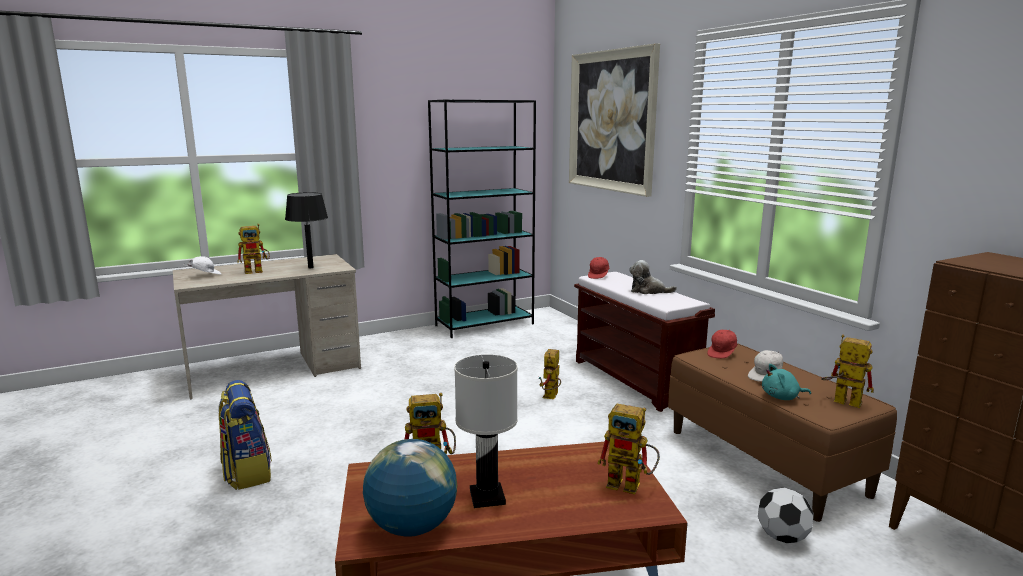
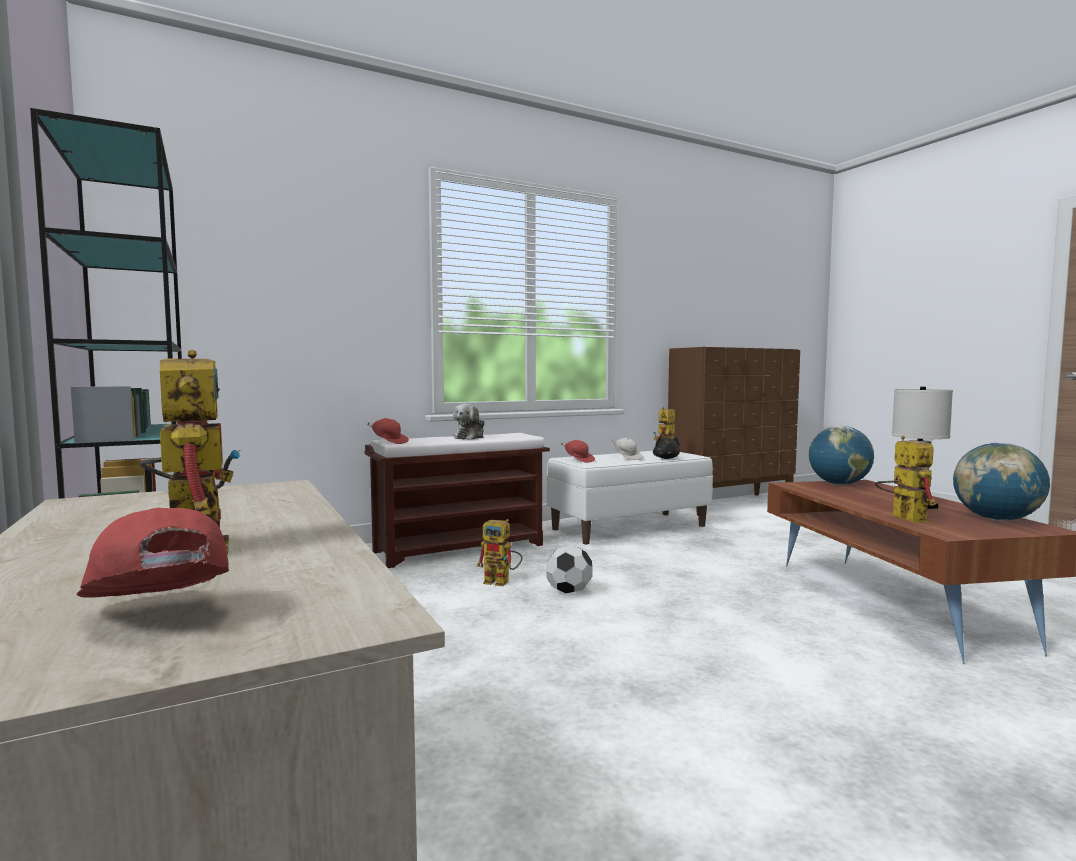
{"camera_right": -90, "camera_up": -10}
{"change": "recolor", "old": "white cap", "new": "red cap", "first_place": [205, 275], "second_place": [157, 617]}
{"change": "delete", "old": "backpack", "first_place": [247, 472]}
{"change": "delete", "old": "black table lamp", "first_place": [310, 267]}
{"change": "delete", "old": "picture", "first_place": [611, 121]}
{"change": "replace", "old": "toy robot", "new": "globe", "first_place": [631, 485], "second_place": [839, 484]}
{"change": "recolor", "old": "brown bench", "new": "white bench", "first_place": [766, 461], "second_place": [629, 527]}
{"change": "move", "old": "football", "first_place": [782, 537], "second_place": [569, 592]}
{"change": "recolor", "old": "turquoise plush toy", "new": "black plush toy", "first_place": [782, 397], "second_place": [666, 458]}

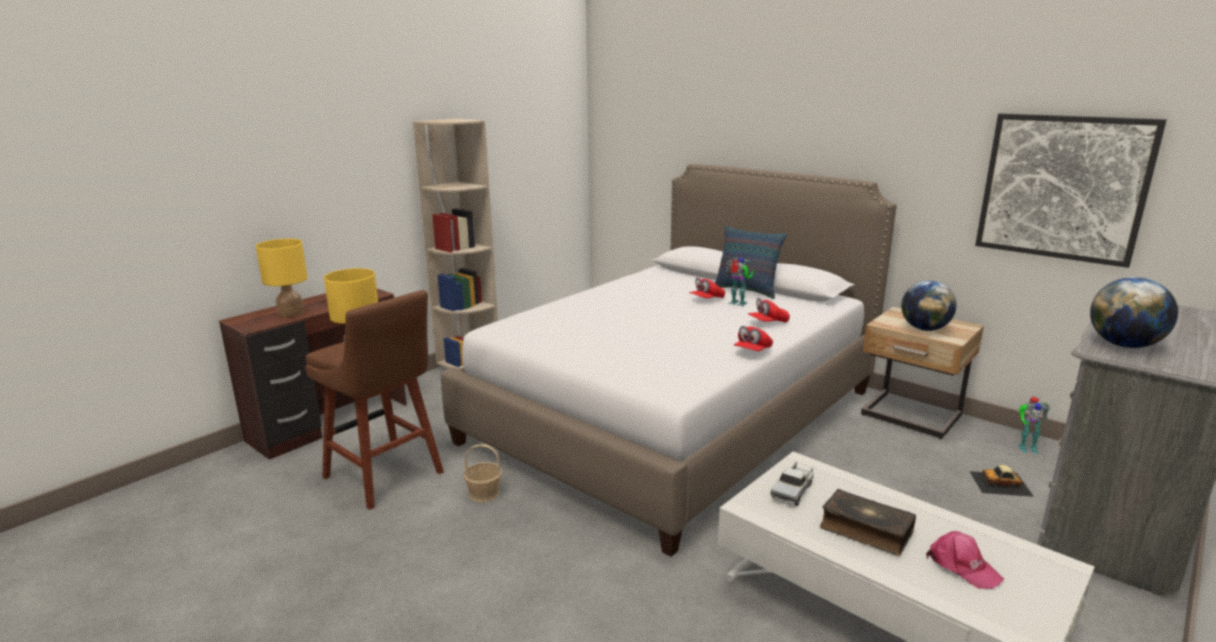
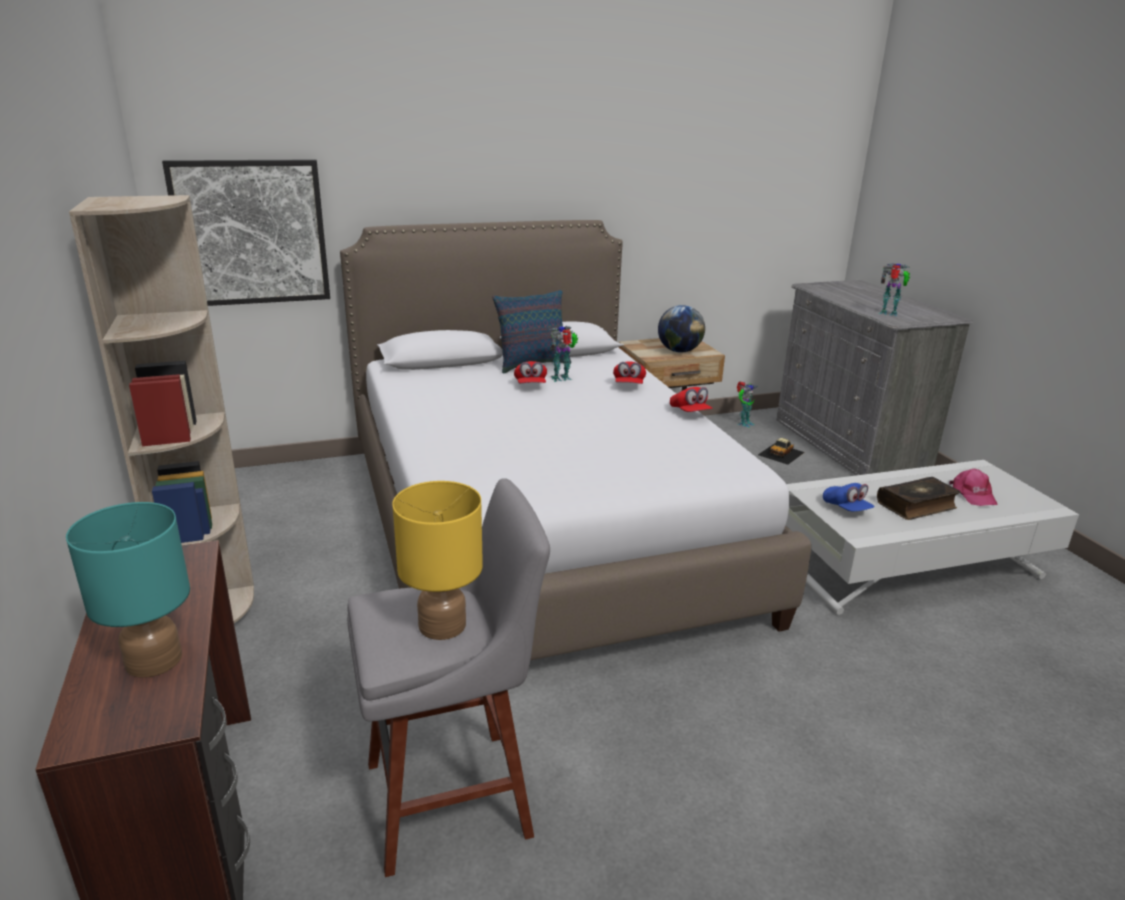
{"camera_right": -60, "camera_up": 5}
{"change": "recolor", "old": "yellow table lamp", "new": "turquoise table lamp", "first_place": [291, 313], "second_place": [155, 660]}
{"change": "recolor", "old": "brown stool", "new": "grey stool", "first_place": [384, 476], "second_place": [453, 798]}
{"change": "delete", "old": "basket", "first_place": [484, 493]}
{"change": "replace", "old": "toy truck", "new": "blue cap", "first_place": [793, 490], "second_place": [846, 509]}
{"change": "rotate", "old": "pink cap", "first_place": [962, 566], "second_place": [973, 494], "degrees": 90}
{"change": "move", "old": "picture", "first_place": [1063, 187], "second_place": [251, 233]}
{"change": "replace", "old": "globe", "new": "toy robot", "first_place": [1124, 345], "second_place": [889, 314]}

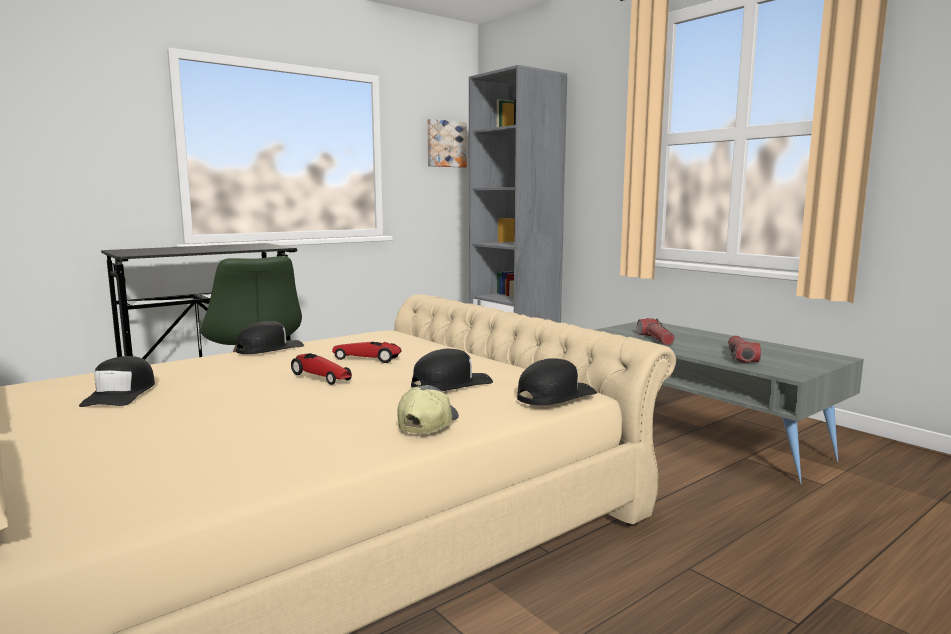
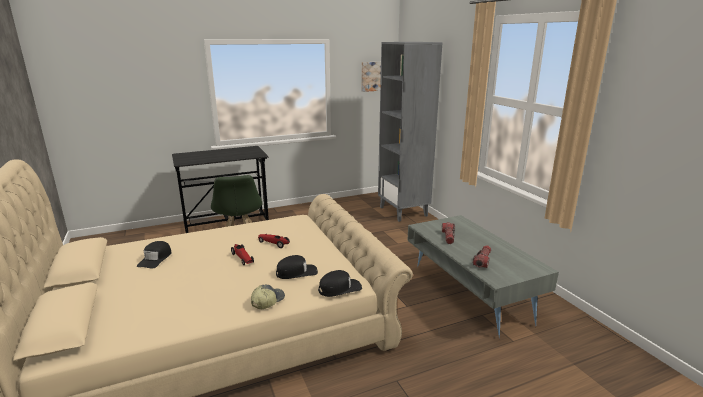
{"camera_right": 15, "camera_up": 10}
{"change": "delete", "old": "black cap", "first_place": [269, 348]}

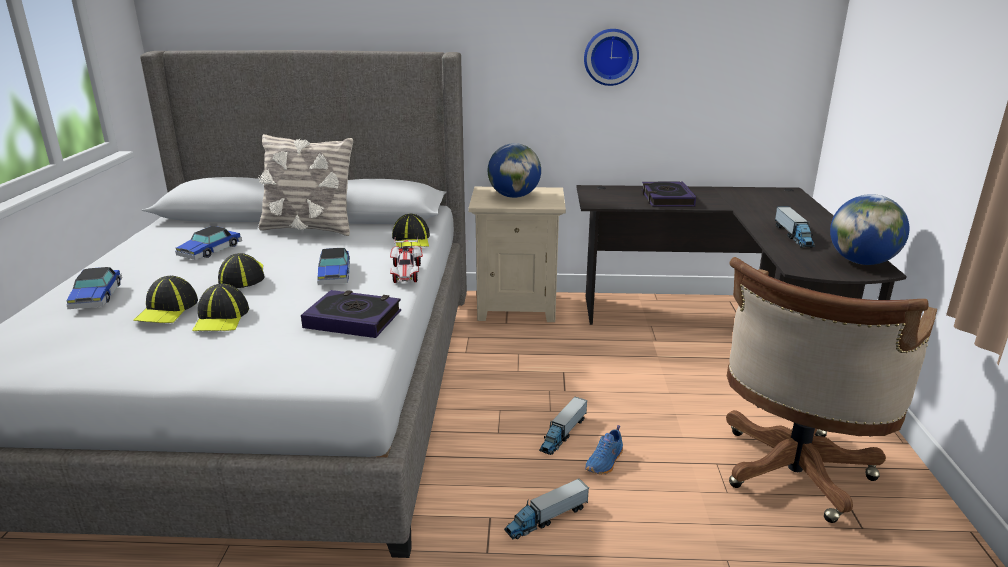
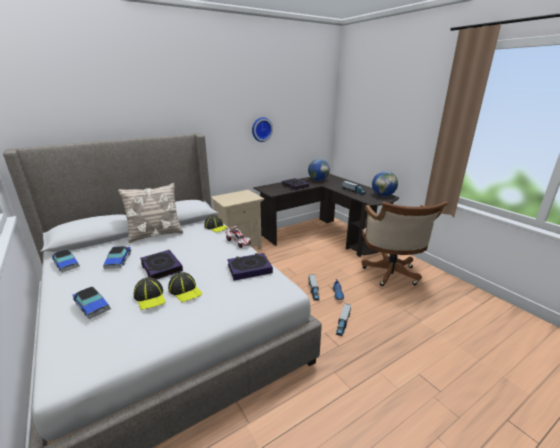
{"camera_right": -35, "camera_up": 0}
{"change": "replace", "old": "cap", "new": "book", "first_place": [242, 276], "second_place": [161, 267]}
{"change": "move", "old": "toy car", "first_place": [334, 274], "second_place": [66, 264]}
{"change": "move", "old": "globe", "first_place": [514, 196], "second_place": [318, 180]}

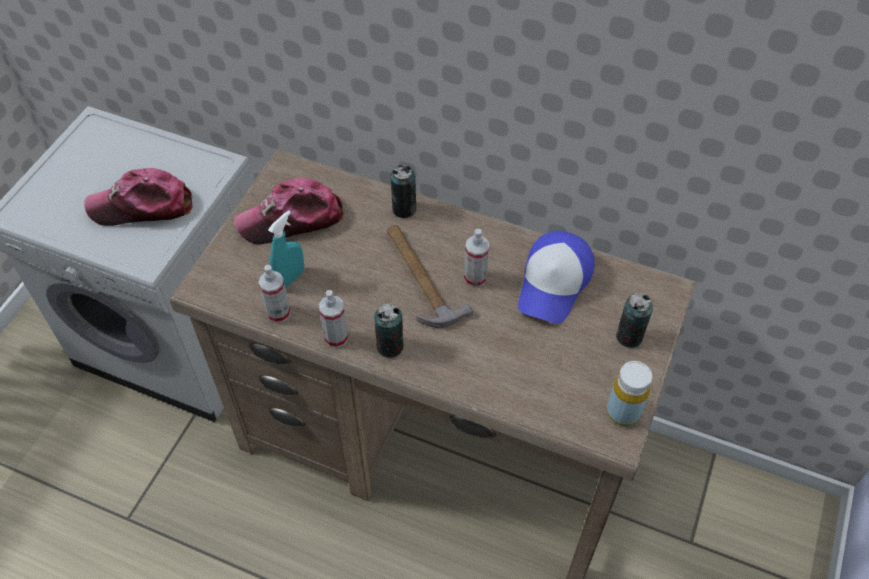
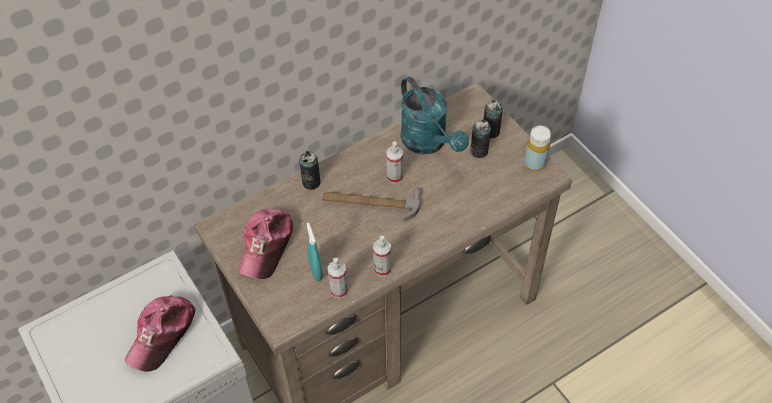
{"camera_right": -55, "camera_up": 0}
{"change": "move", "old": "can", "first_place": [390, 346], "second_place": [479, 151]}
{"change": "replace", "old": "cap", "new": "turquoise watering can", "first_place": [554, 283], "second_place": [429, 143]}

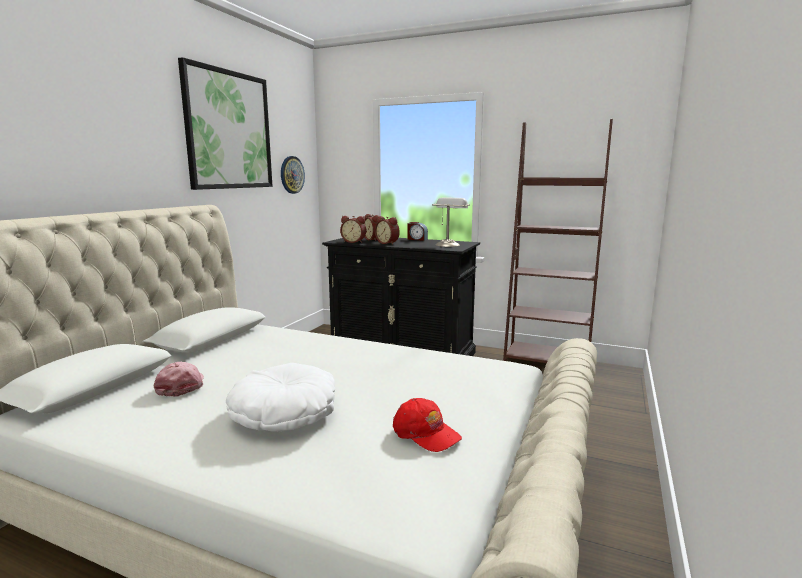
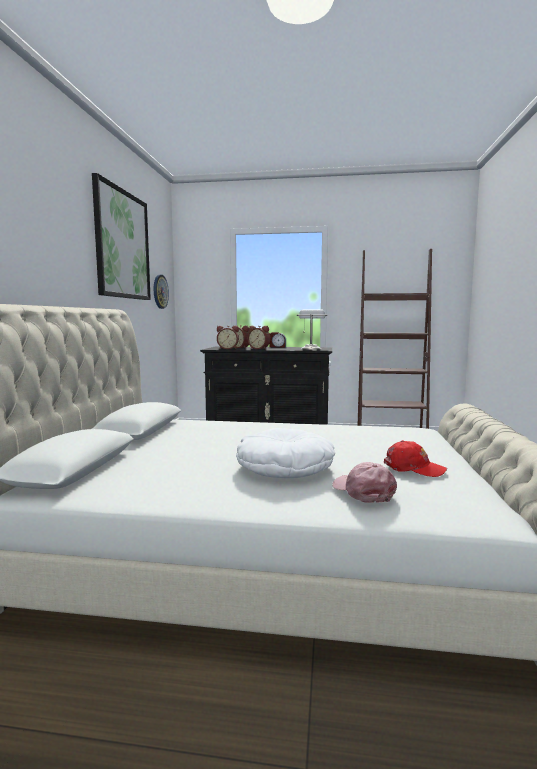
{"camera_right": -15, "camera_up": -5}
{"change": "move", "old": "pink cap", "first_place": [181, 385], "second_place": [363, 491]}

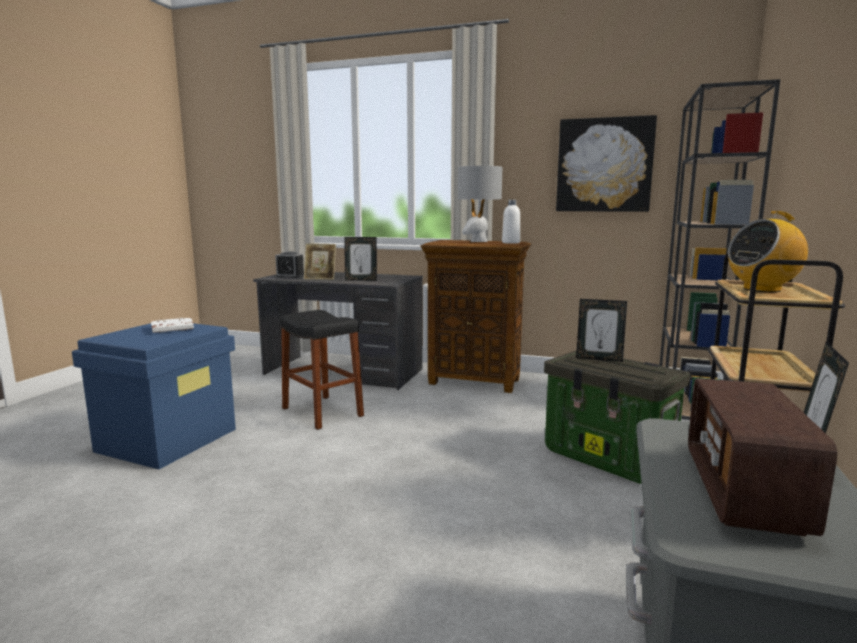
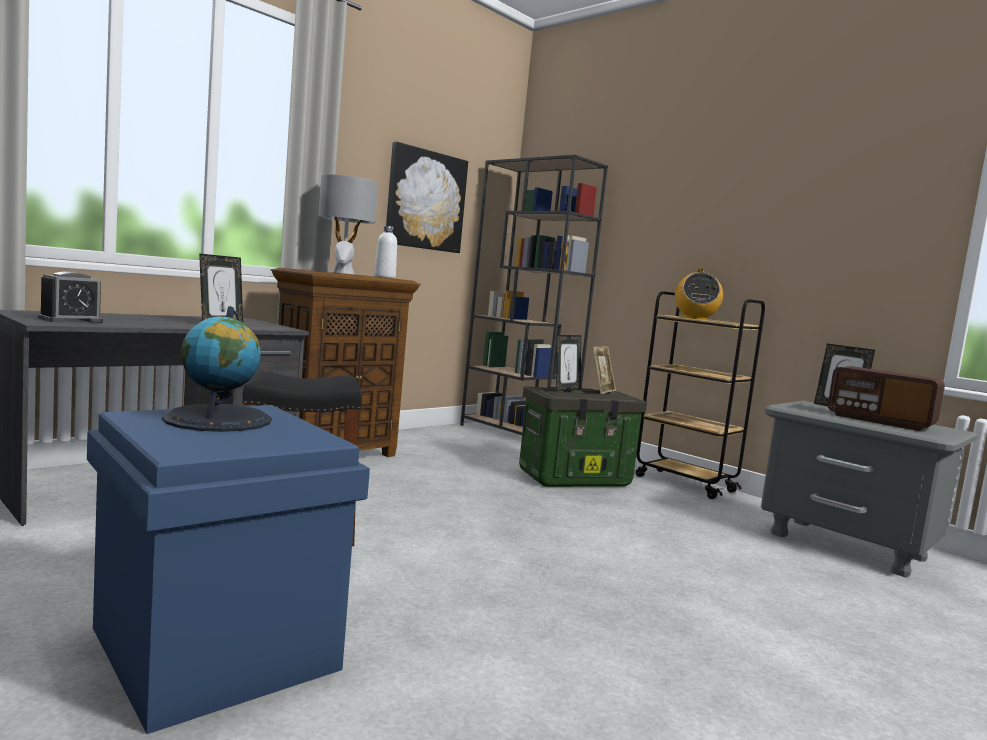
{"camera_right": -65, "camera_up": -5}
{"change": "replace", "old": "white book", "new": "globe", "first_place": [172, 329], "second_place": [218, 419]}
{"change": "move", "old": "picture frame", "first_place": [320, 278], "second_place": [601, 391]}

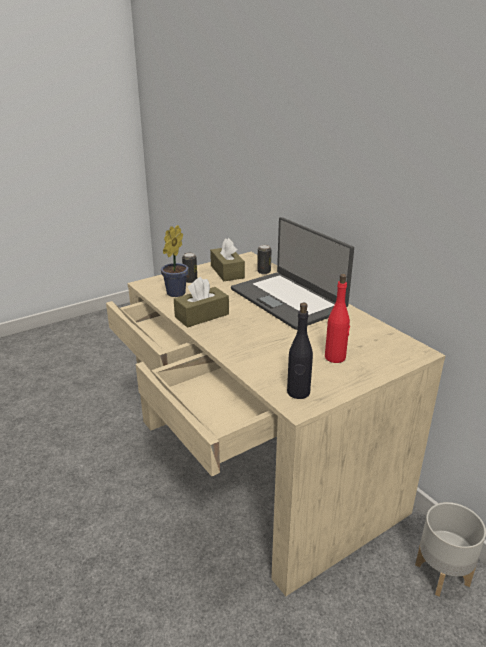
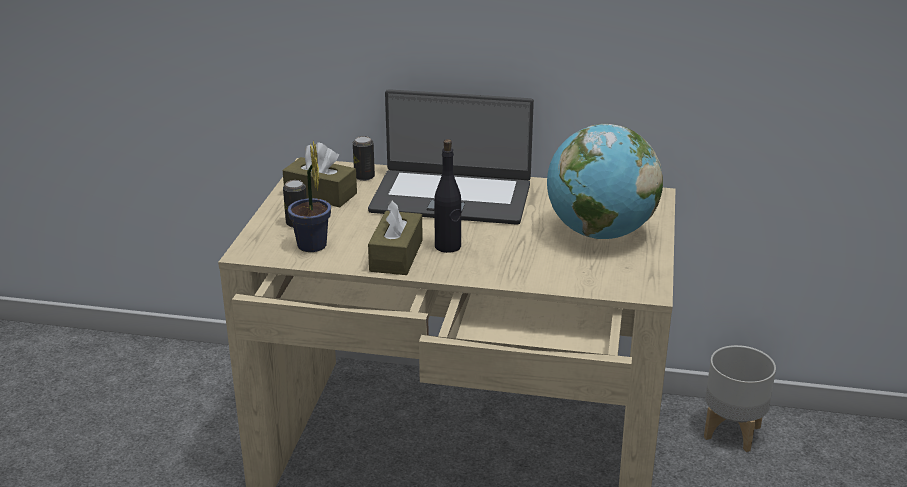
{"camera_right": -45, "camera_up": 0}
{"change": "move", "old": "black bottle", "first_place": [298, 392], "second_place": [448, 246]}
{"change": "replace", "old": "red bottle", "new": "globe", "first_place": [335, 357], "second_place": [599, 233]}

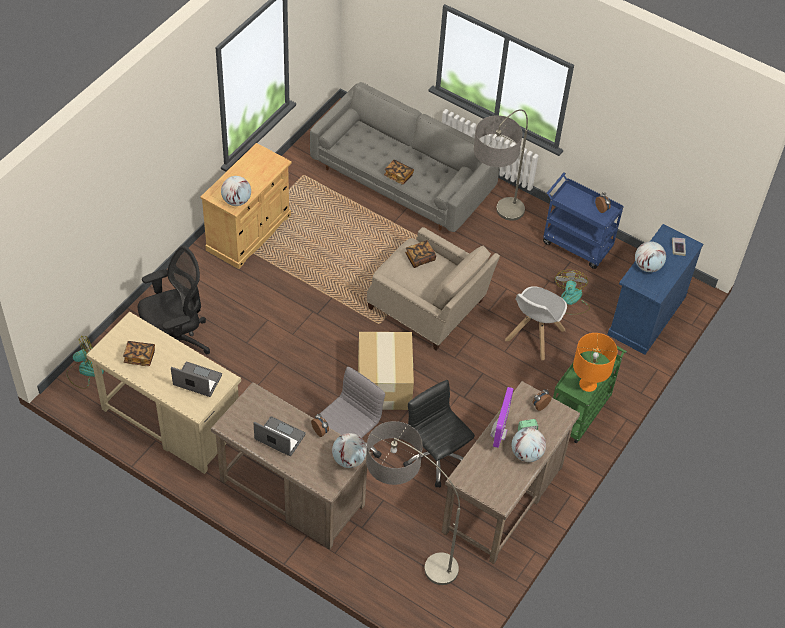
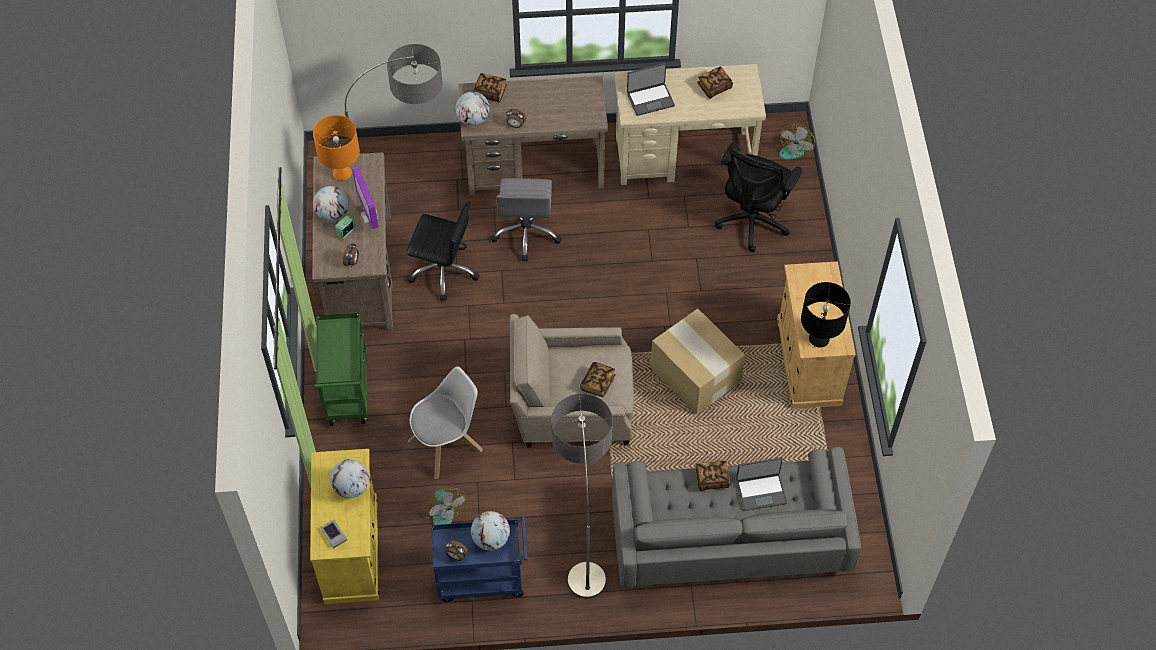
{"camera_right": 145, "camera_up": 5}
{"change": "move", "old": "globe", "first_place": [236, 201], "second_place": [491, 539]}
{"change": "move", "old": "laptop", "first_place": [279, 438], "second_place": [761, 491]}
{"change": "move", "old": "cardboard box", "first_place": [384, 383], "second_place": [695, 376]}
{"change": "rotate", "old": "chair", "first_place": [534, 336], "second_place": [447, 445], "degrees": 60}
{"change": "move", "old": "orange table lamp", "first_place": [587, 385], "second_place": [342, 174]}
{"change": "recolor", "old": "blue cabinet", "new": "yellow cabinet", "first_place": [646, 315], "second_place": [351, 550]}
{"change": "insert", "new": "book", "second_place": [490, 92]}
{"change": "insert", "new": "black table lamp", "second_place": [818, 340]}

